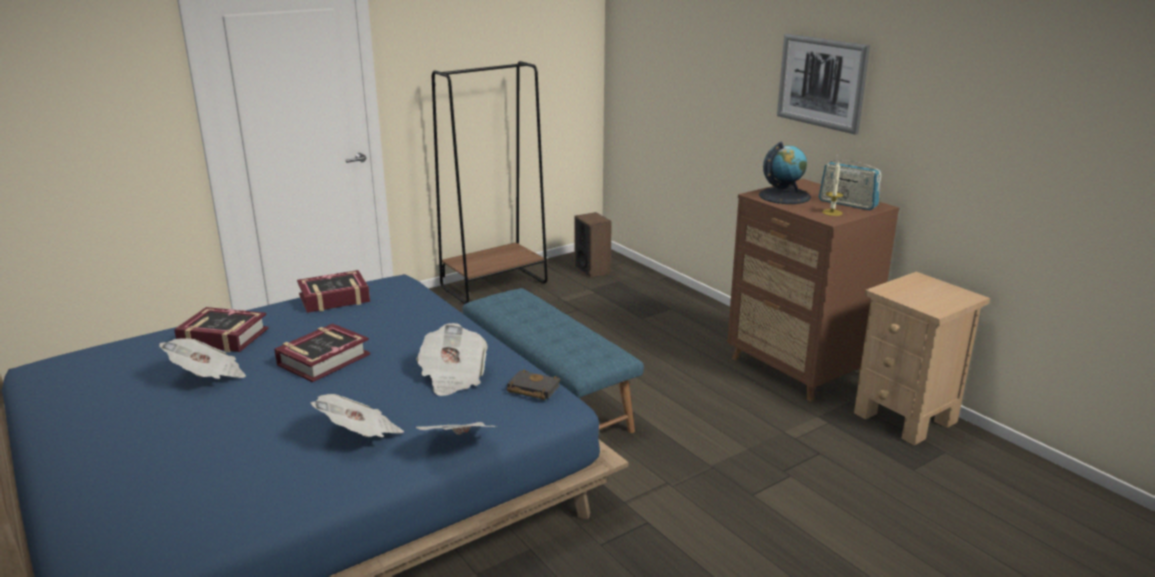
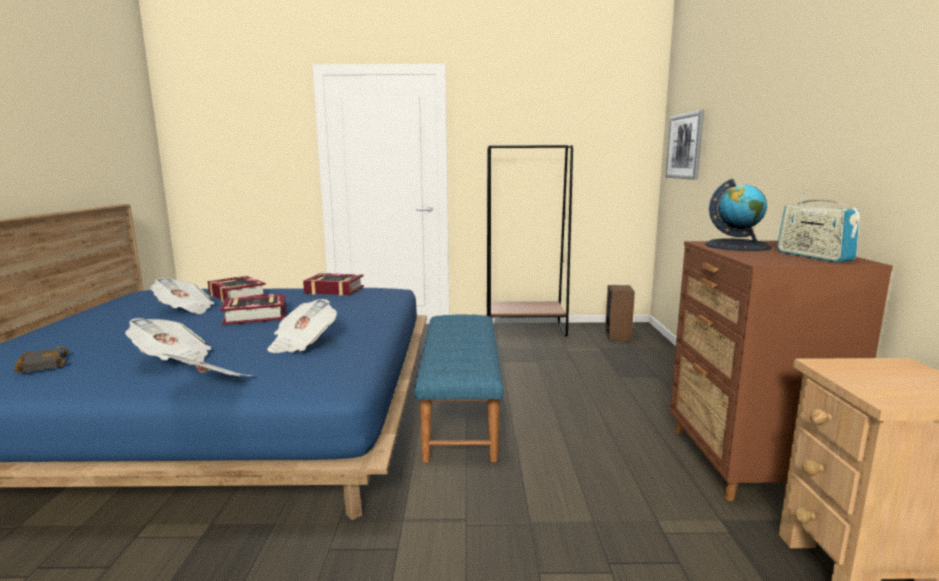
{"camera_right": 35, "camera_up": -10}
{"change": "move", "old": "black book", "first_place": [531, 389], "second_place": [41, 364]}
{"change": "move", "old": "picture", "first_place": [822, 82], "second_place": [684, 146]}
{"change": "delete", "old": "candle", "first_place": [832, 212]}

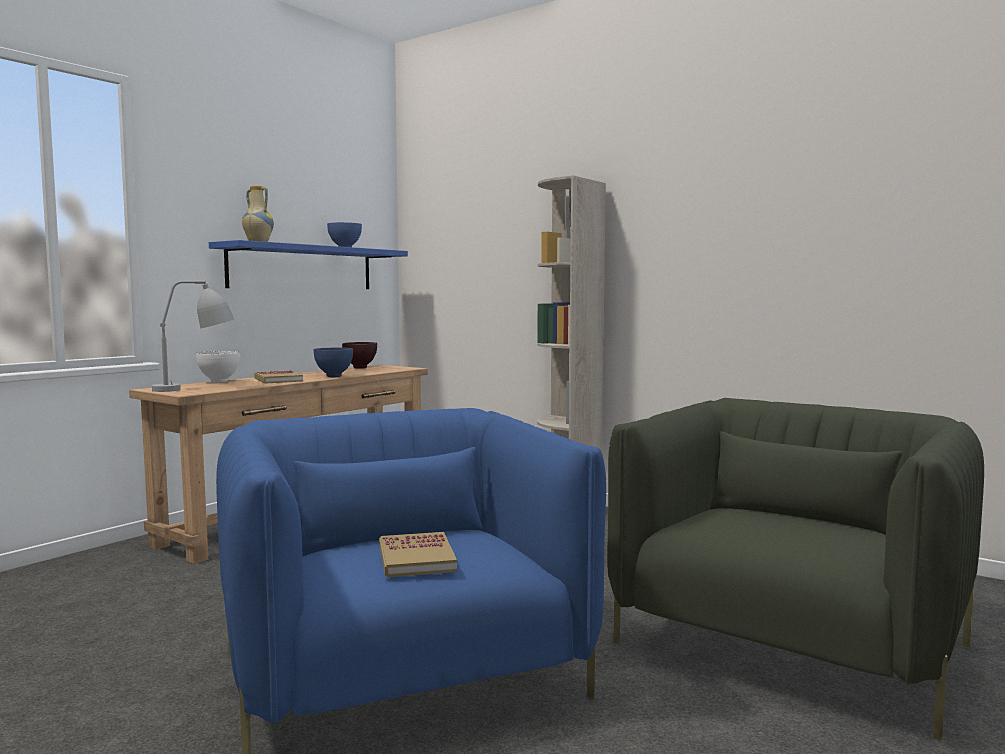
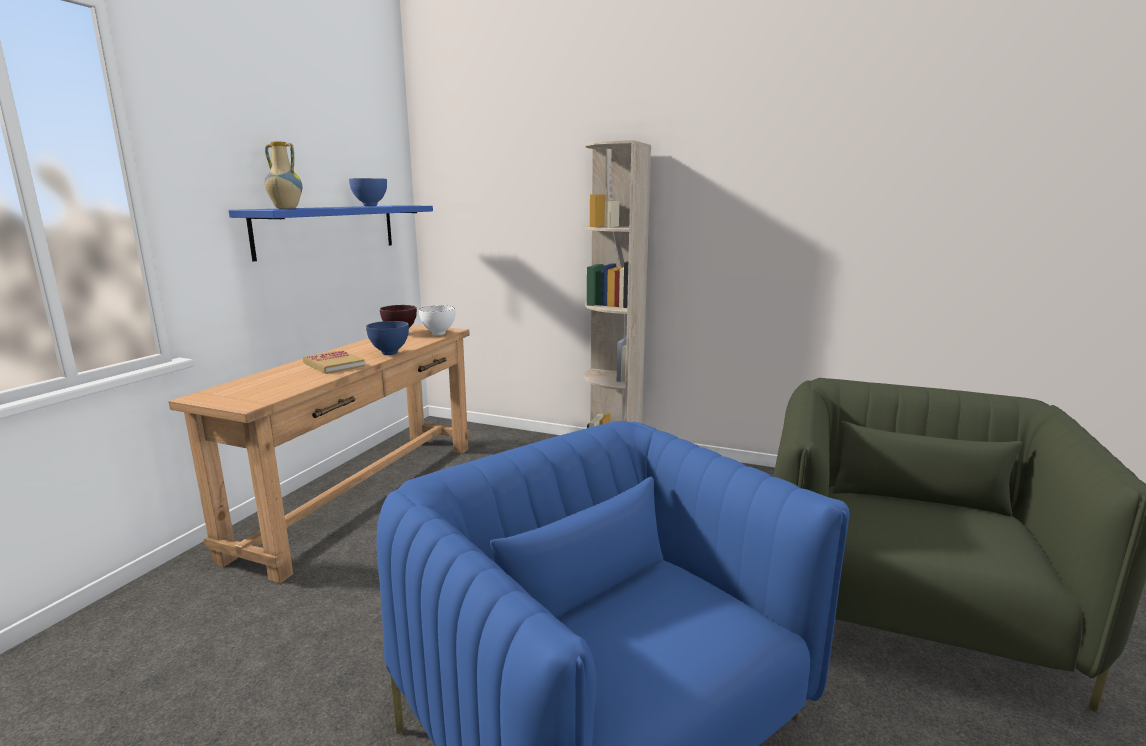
{"camera_right": -15, "camera_up": 10}
{"change": "delete", "old": "grey table lamp", "first_place": [197, 389]}
{"change": "move", "old": "white bowl", "first_place": [218, 382], "second_place": [438, 334]}
{"change": "delete", "old": "book", "first_place": [416, 558]}

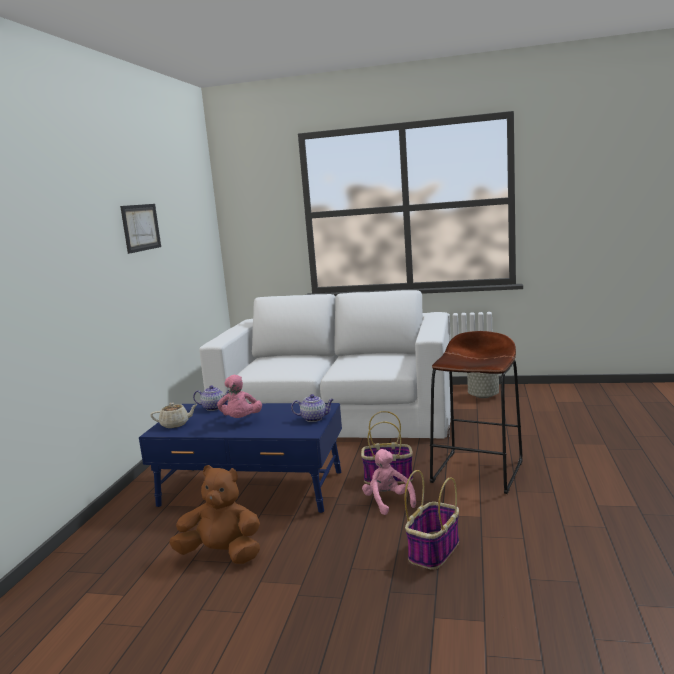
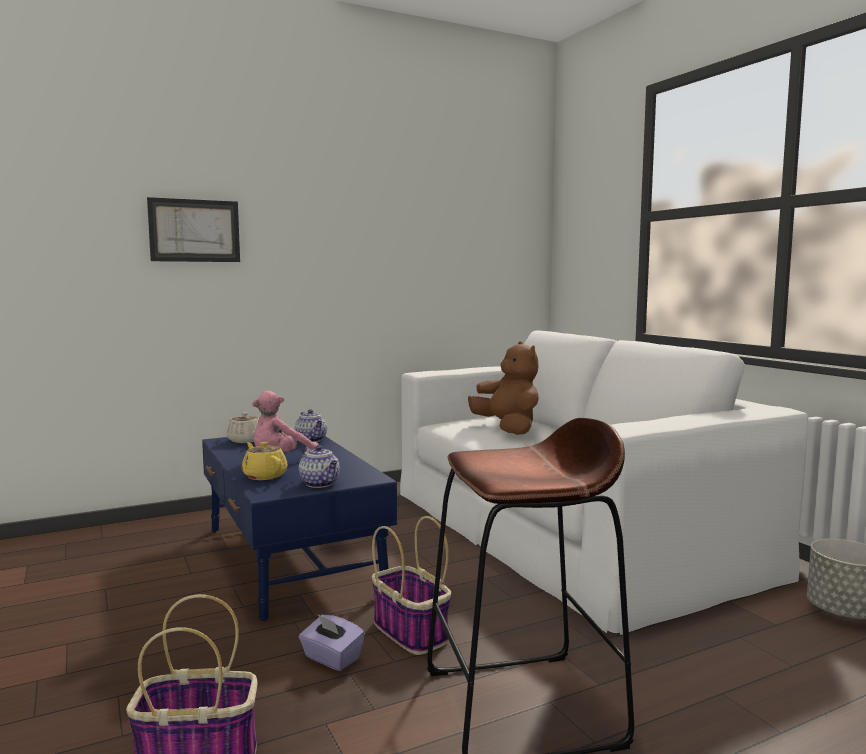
{"camera_right": 50, "camera_up": -5}
{"change": "move", "old": "picture", "first_place": [140, 227], "second_place": [194, 230]}
{"change": "move", "old": "brown plush toy", "first_place": [222, 554], "second_place": [507, 429]}
{"change": "replace", "old": "pink plush toy", "new": "purple tissue box", "first_place": [388, 502], "second_place": [331, 658]}
{"change": "insert", "new": "yellow teapot", "second_place": [264, 476]}

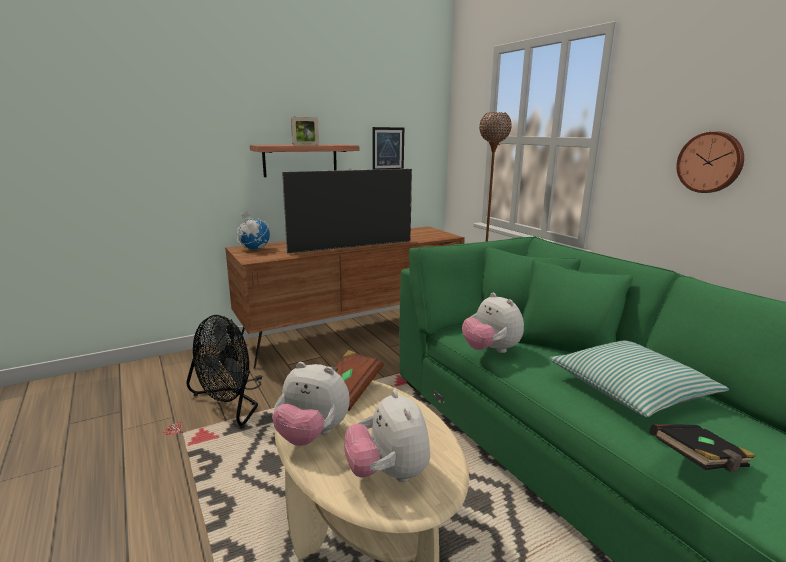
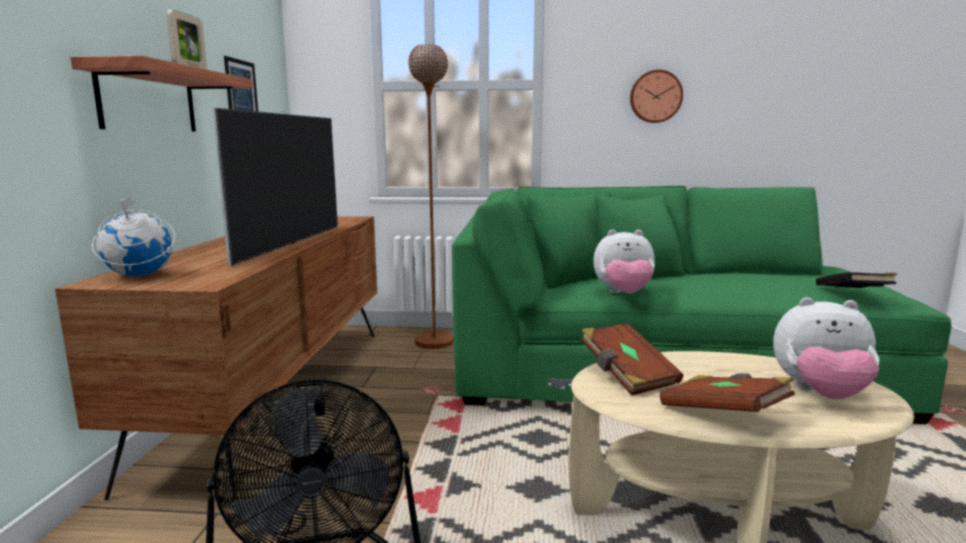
{"camera_right": -55, "camera_up": -5}
{"change": "replace", "old": "plush toy", "new": "brown book", "first_place": [312, 435], "second_place": [723, 413]}
{"change": "delete", "old": "pillow", "first_place": [630, 389]}

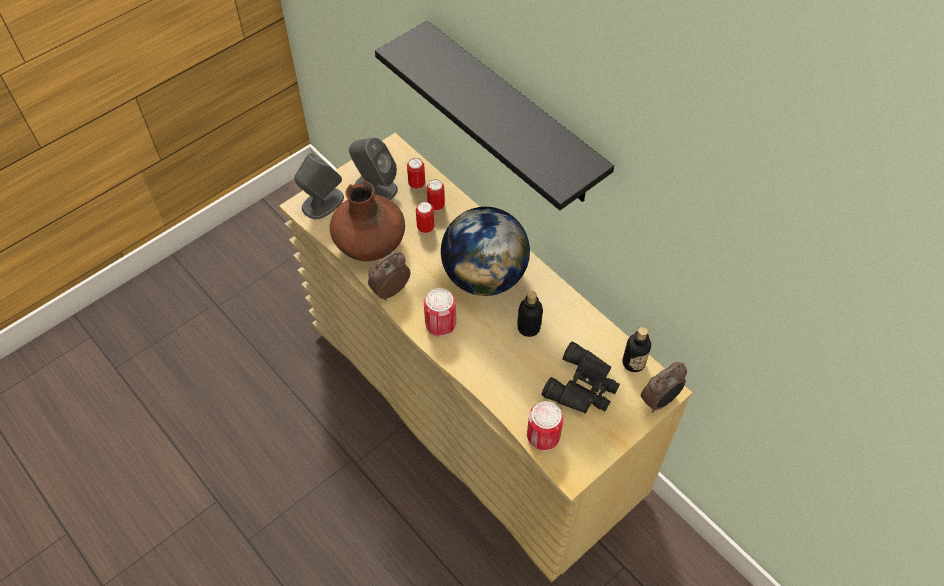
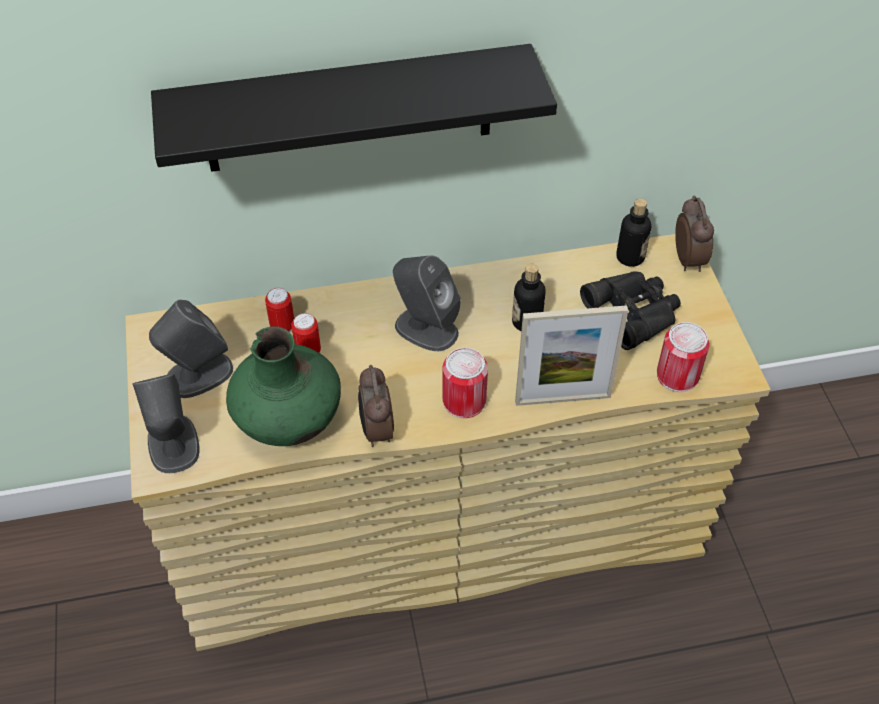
{"camera_right": -60, "camera_up": -5}
{"change": "recolor", "old": "brown vase", "new": "green vase", "first_place": [371, 245], "second_place": [289, 420]}
{"change": "delete", "old": "can", "first_place": [417, 184]}
{"change": "replace", "old": "globe", "new": "grey speaker", "first_place": [484, 276], "second_place": [425, 328]}
{"change": "insert", "new": "picture frame", "second_place": [563, 399]}

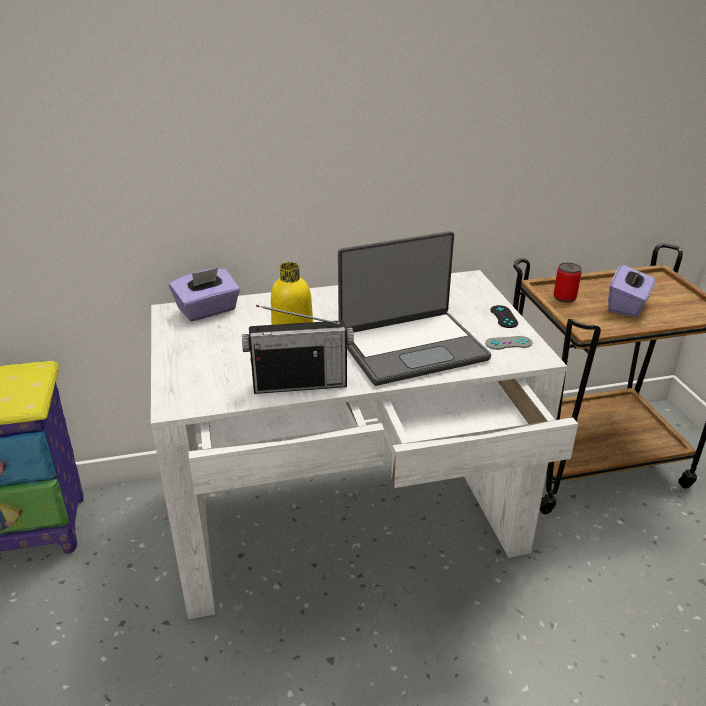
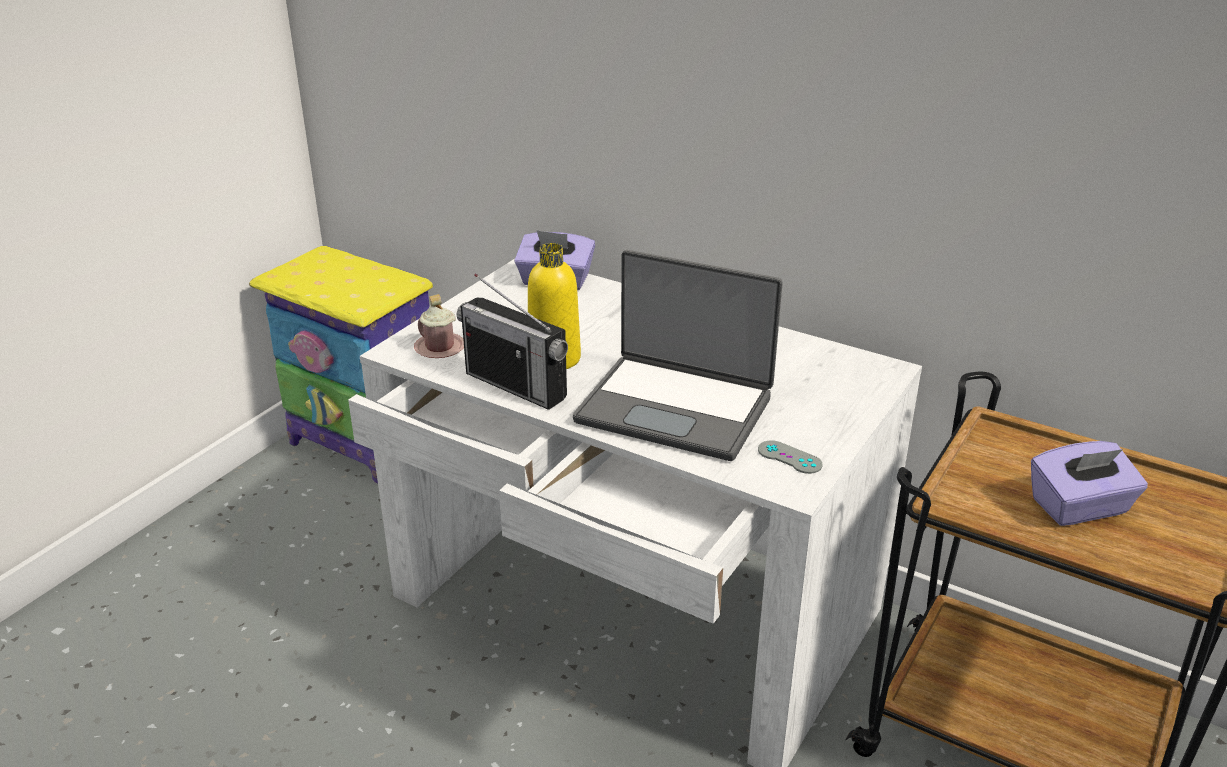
{"camera_right": 45, "camera_up": 0}
{"change": "delete", "old": "black game controller", "first_place": [504, 317]}
{"change": "delete", "old": "can", "first_place": [564, 297]}
{"change": "insert", "new": "pink mug", "second_place": [440, 348]}

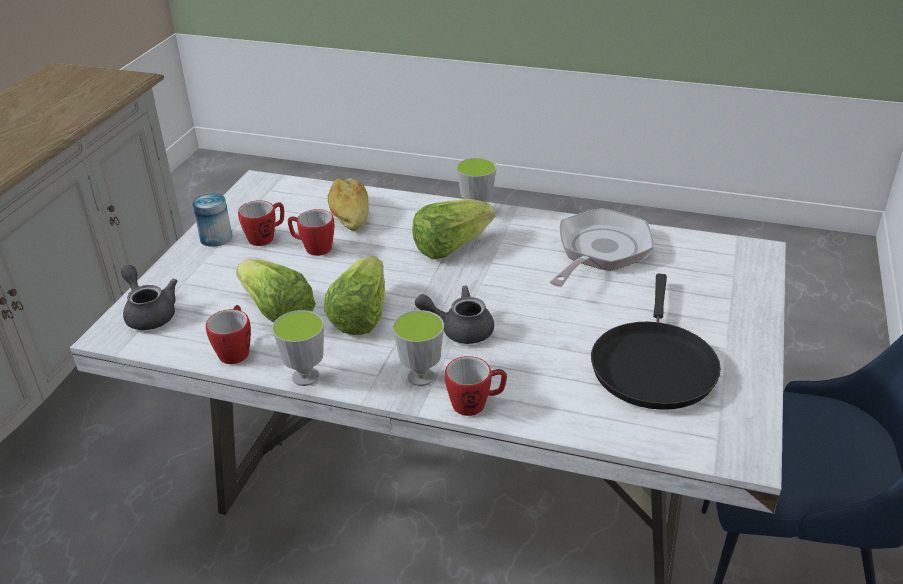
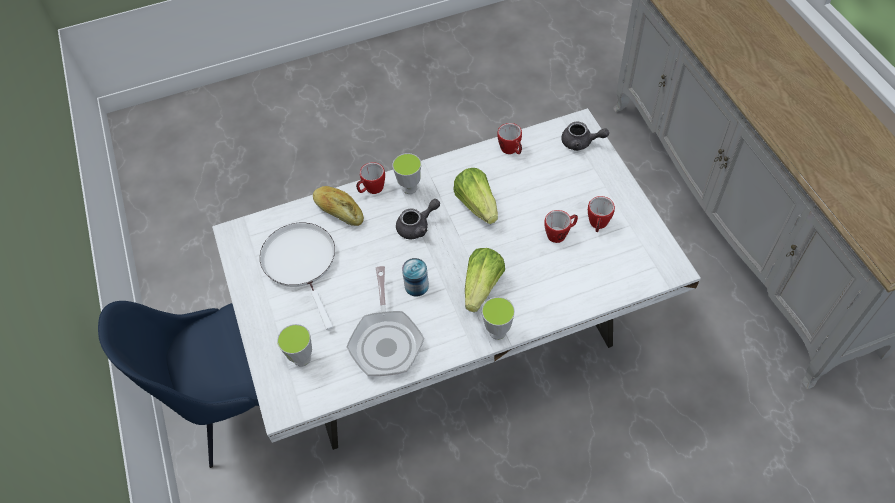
{"camera_right": 145, "camera_up": 20}
{"change": "move", "old": "can", "first_place": [216, 238], "second_place": [416, 286]}
{"change": "delete", "old": "lettuce", "first_place": [276, 312]}
{"change": "move", "old": "cup", "first_place": [305, 377], "second_place": [302, 358]}
{"change": "move", "old": "bread", "first_place": [349, 214], "second_place": [339, 211]}
{"change": "recolor", "old": "black frying pan", "new": "white frying pan", "first_place": [652, 365], "second_place": [301, 262]}

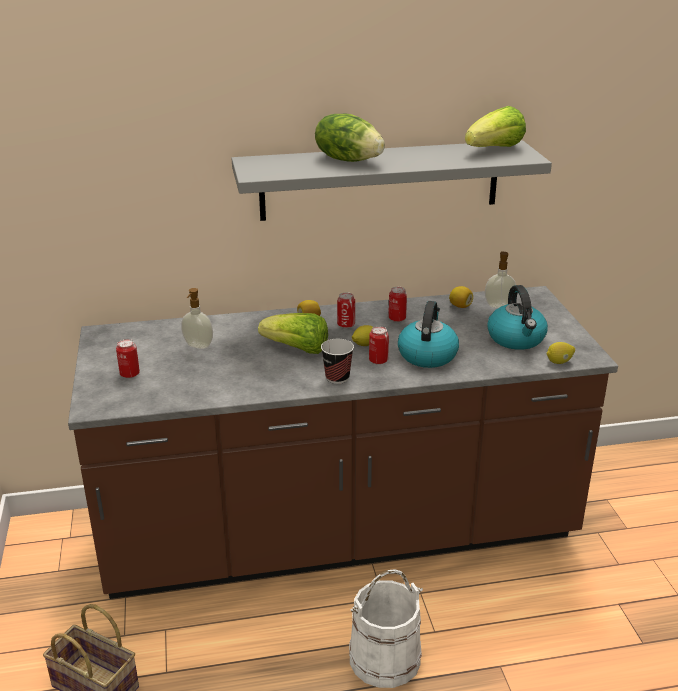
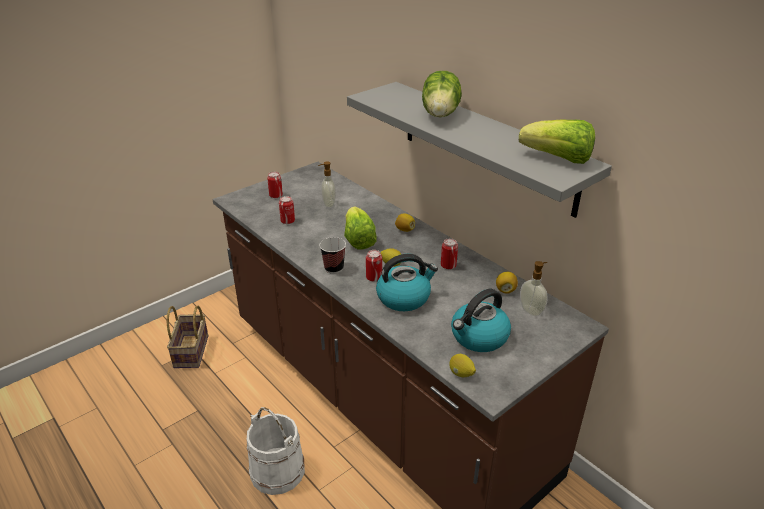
{"camera_right": 60, "camera_up": 5}
{"change": "move", "old": "can", "first_place": [346, 325], "second_place": [287, 221]}

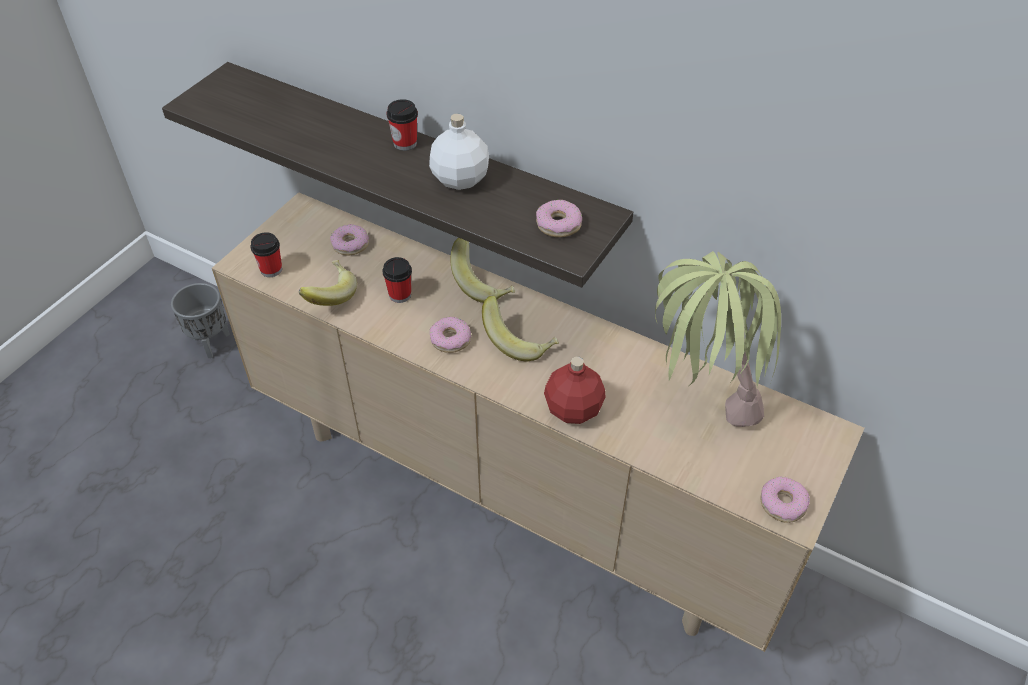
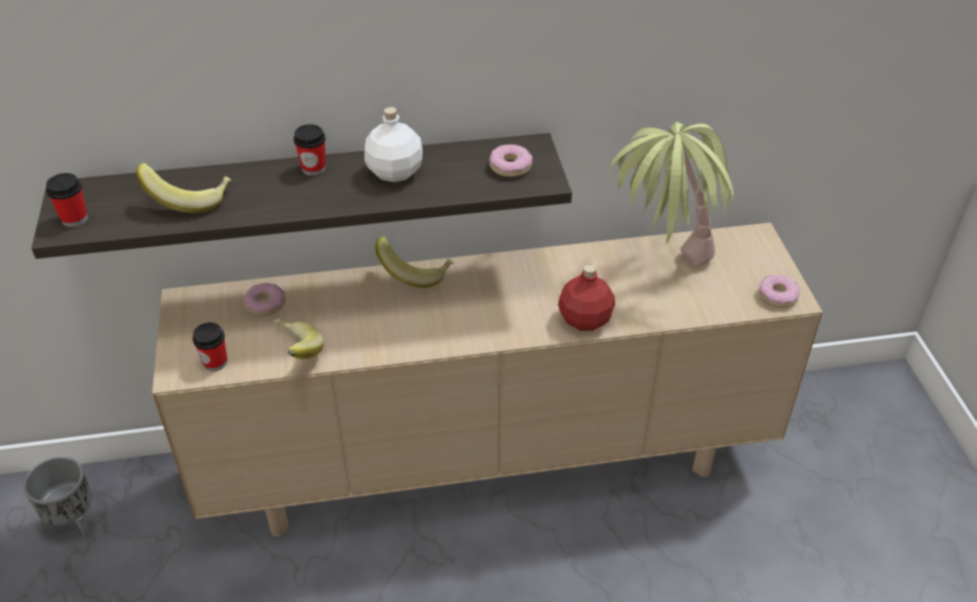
{"camera_right": -40, "camera_up": -5}
{"change": "move", "old": "cup", "first_place": [400, 295], "second_place": [74, 219]}
{"change": "delete", "old": "donut", "first_place": [450, 339]}
{"change": "move", "old": "banana", "first_place": [519, 341], "second_place": [190, 199]}

